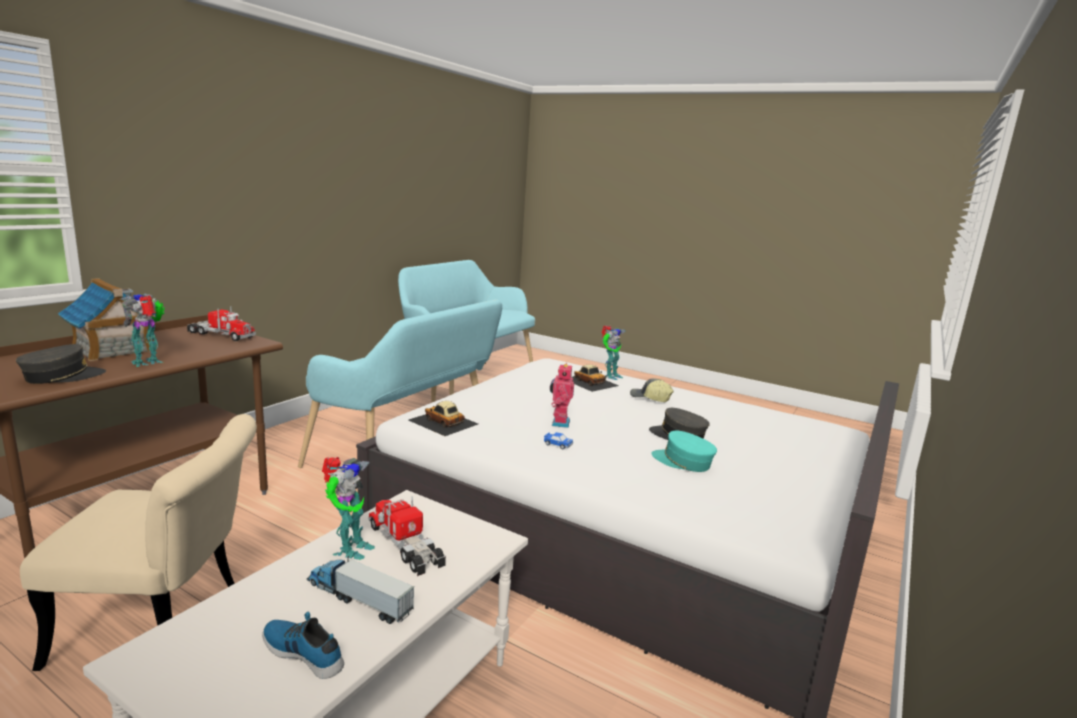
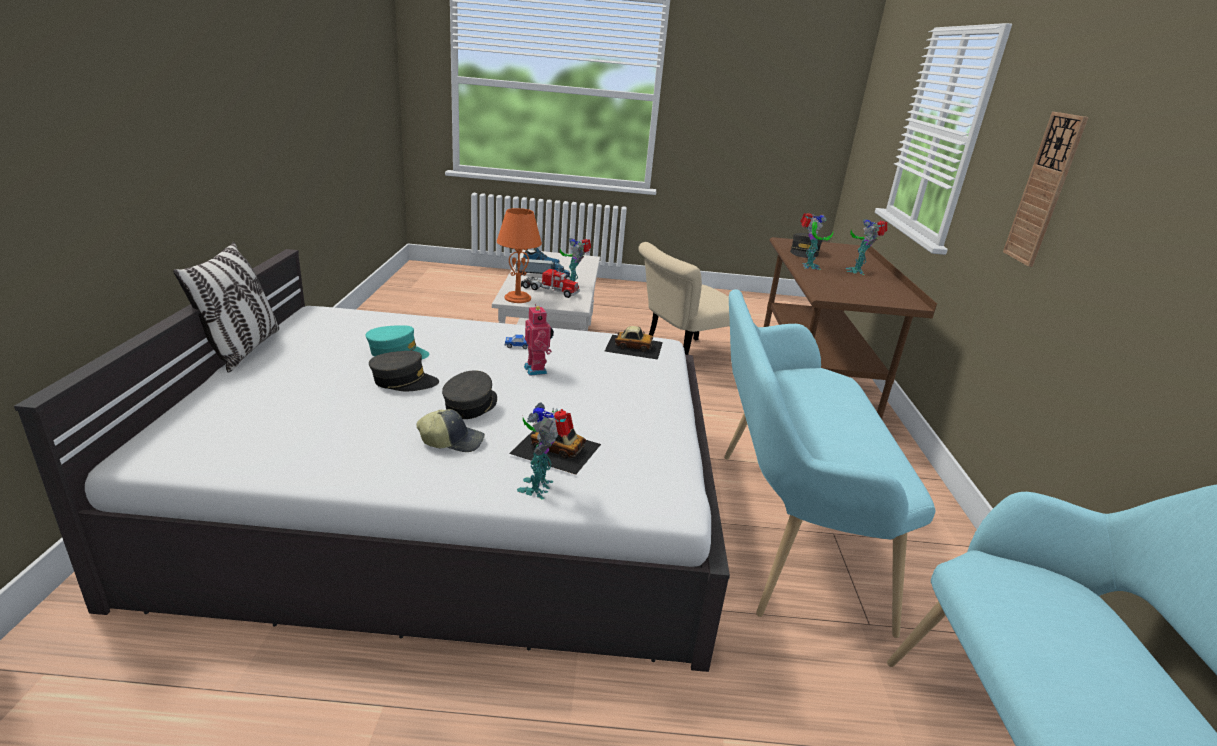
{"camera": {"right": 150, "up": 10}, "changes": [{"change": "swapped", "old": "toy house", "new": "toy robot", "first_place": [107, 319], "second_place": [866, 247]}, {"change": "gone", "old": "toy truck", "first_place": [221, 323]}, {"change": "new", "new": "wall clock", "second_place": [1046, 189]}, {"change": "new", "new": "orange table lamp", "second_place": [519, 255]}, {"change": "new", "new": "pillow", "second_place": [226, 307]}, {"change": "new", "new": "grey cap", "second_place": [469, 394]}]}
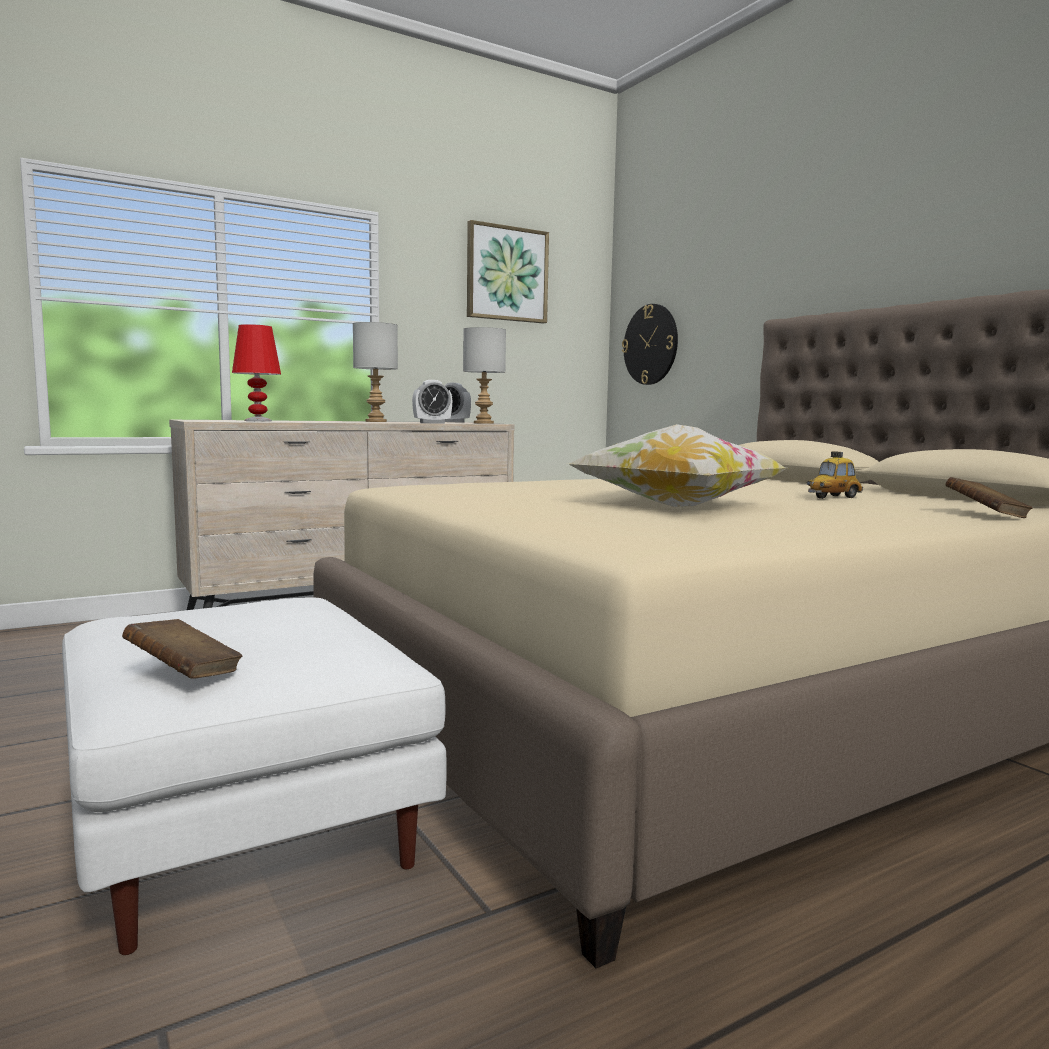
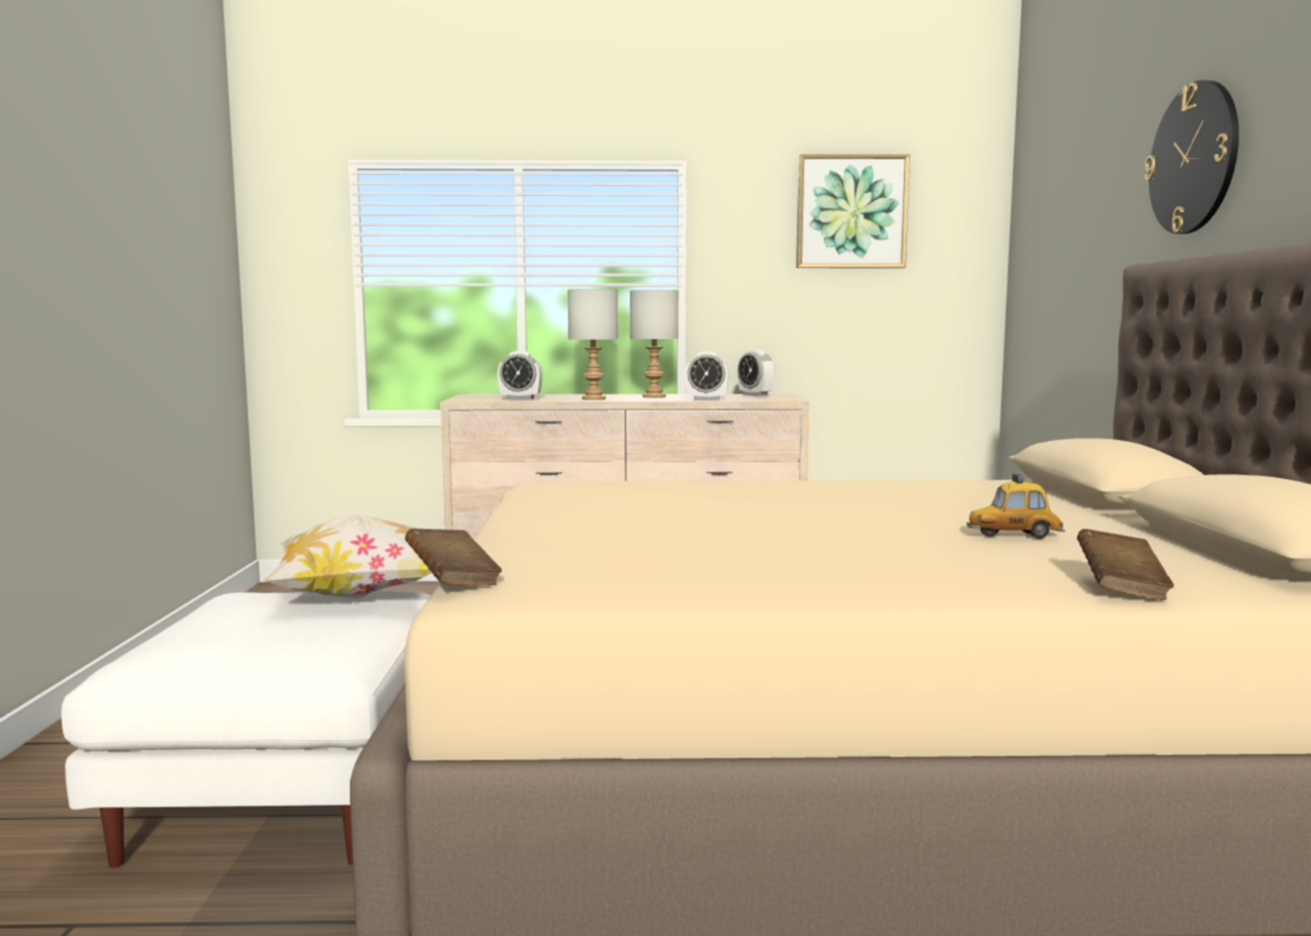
{"camera": {"right": 30, "up": 0}, "changes": [{"change": "shifted", "old": "wall clock", "first_place": [650, 344], "second_place": [1192, 157]}, {"change": "swapped", "old": "red table lamp", "new": "alarm clock", "first_place": [256, 372], "second_place": [519, 375]}, {"change": "shifted", "old": "grey table lamp", "first_place": [484, 375], "second_place": [593, 344]}, {"change": "shifted", "old": "pillow", "first_place": [678, 465], "second_place": [347, 556]}, {"change": "shifted", "old": "brown book", "first_place": [182, 649], "second_place": [453, 557]}]}
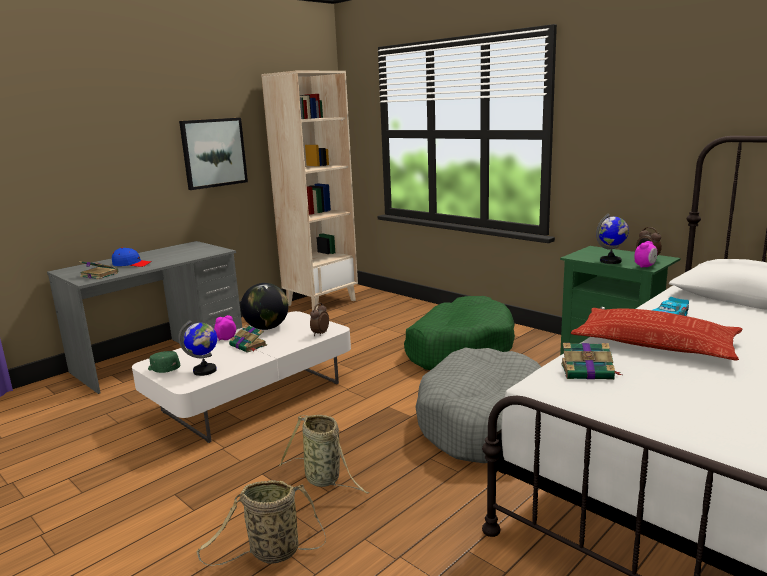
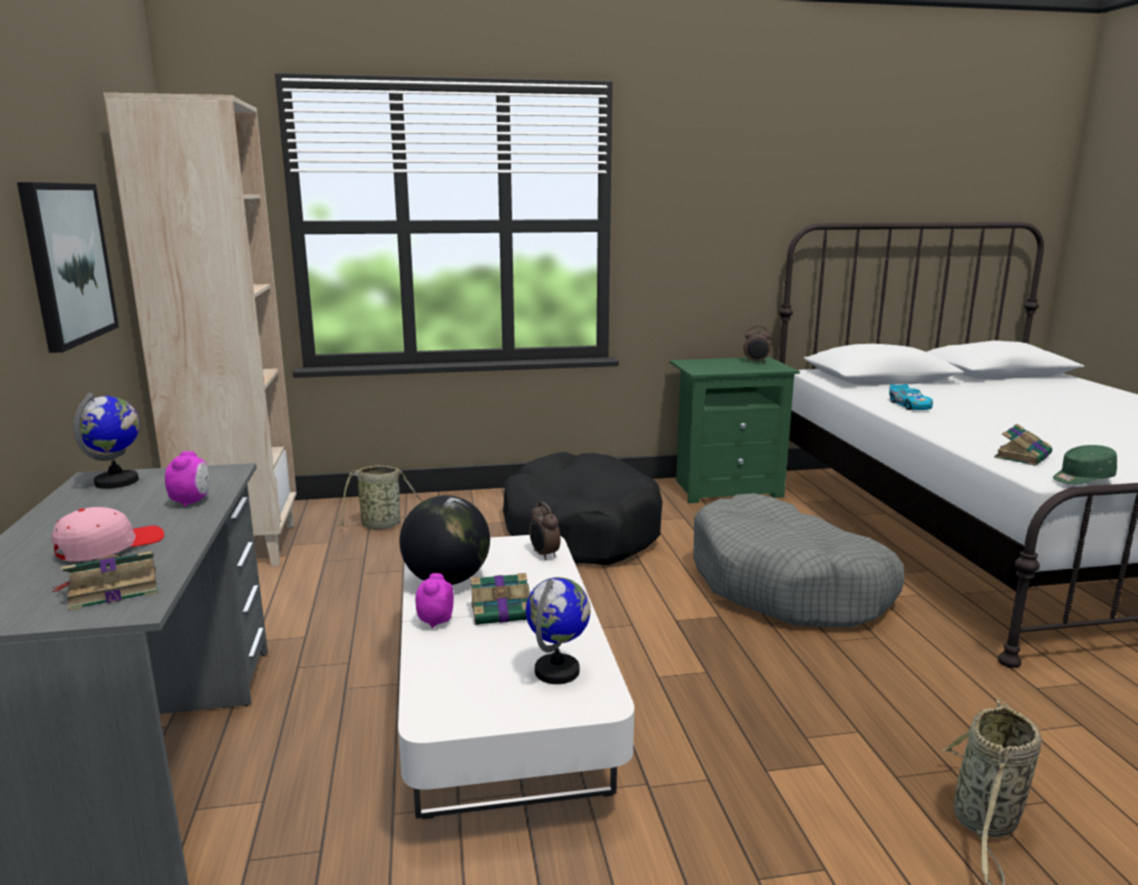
{"camera": {"right": -55, "up": 0}, "changes": [{"change": "shifted", "old": "globe", "first_place": [612, 239], "second_place": [106, 440]}, {"change": "shifted", "old": "alarm clock", "first_place": [645, 254], "second_place": [187, 479]}, {"change": "repainted", "old": "blue cap", "new": "pink cap", "first_place": [132, 257], "second_place": [108, 534]}, {"change": "repainted", "old": "green dog bed", "new": "black dog bed", "first_place": [459, 333], "second_place": [583, 508]}, {"change": "gone", "old": "pillow", "first_place": [656, 334]}, {"change": "shifted", "old": "green cap", "first_place": [164, 362], "second_place": [1085, 464]}, {"change": "shifted", "old": "basket", "first_place": [324, 454], "second_place": [380, 497]}]}
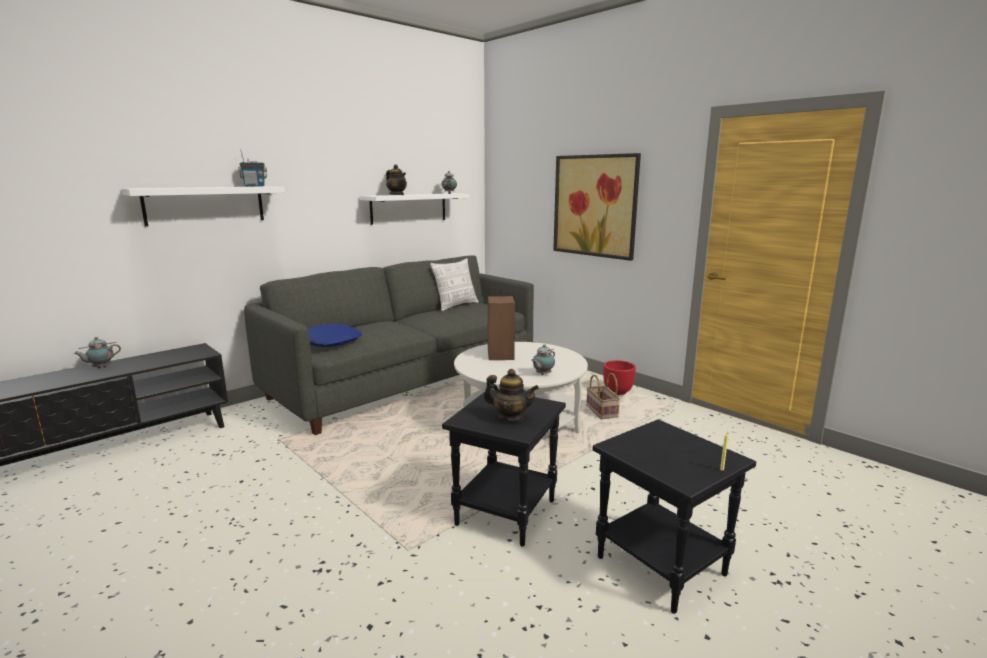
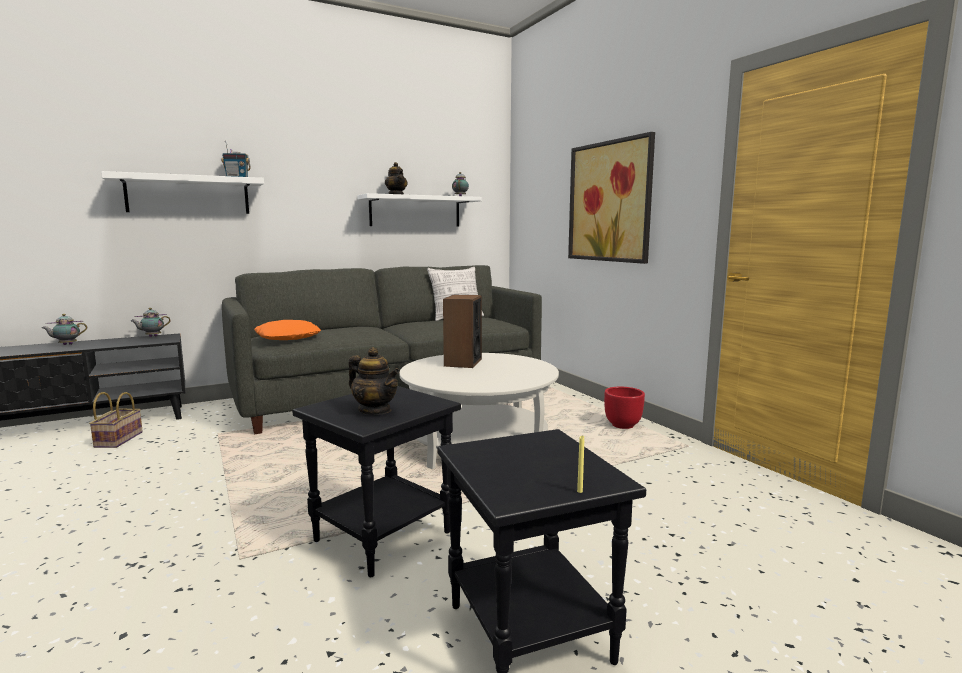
{"camera": {"right": 15, "up": -5}, "changes": [{"change": "repainted", "old": "blue pillow", "new": "orange pillow", "first_place": [335, 335], "second_place": [287, 330]}, {"change": "shifted", "old": "teapot", "first_place": [543, 359], "second_place": [151, 322]}, {"change": "shifted", "old": "basket", "first_place": [603, 396], "second_place": [116, 420]}]}
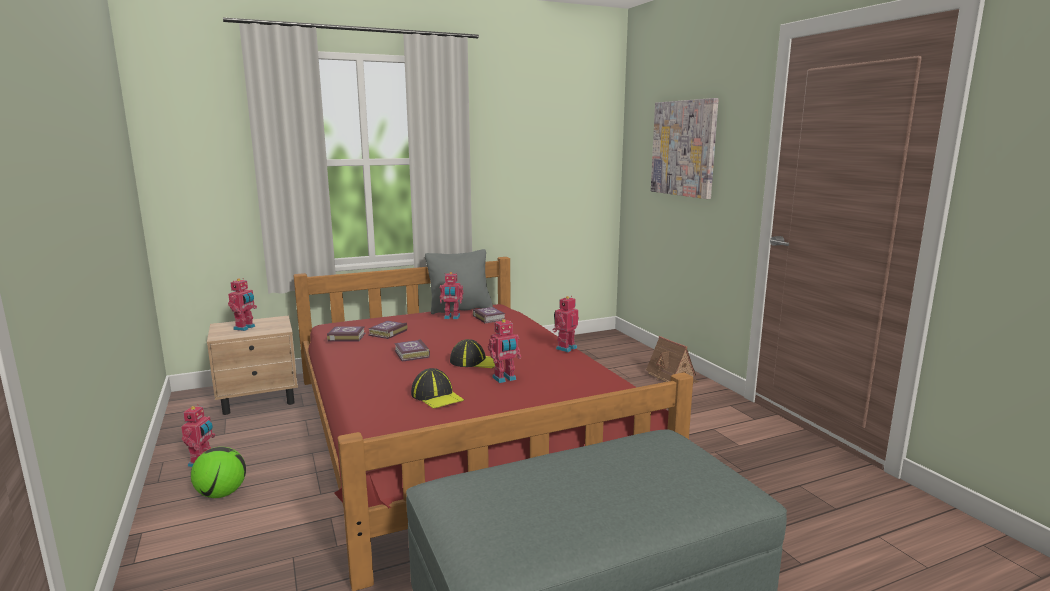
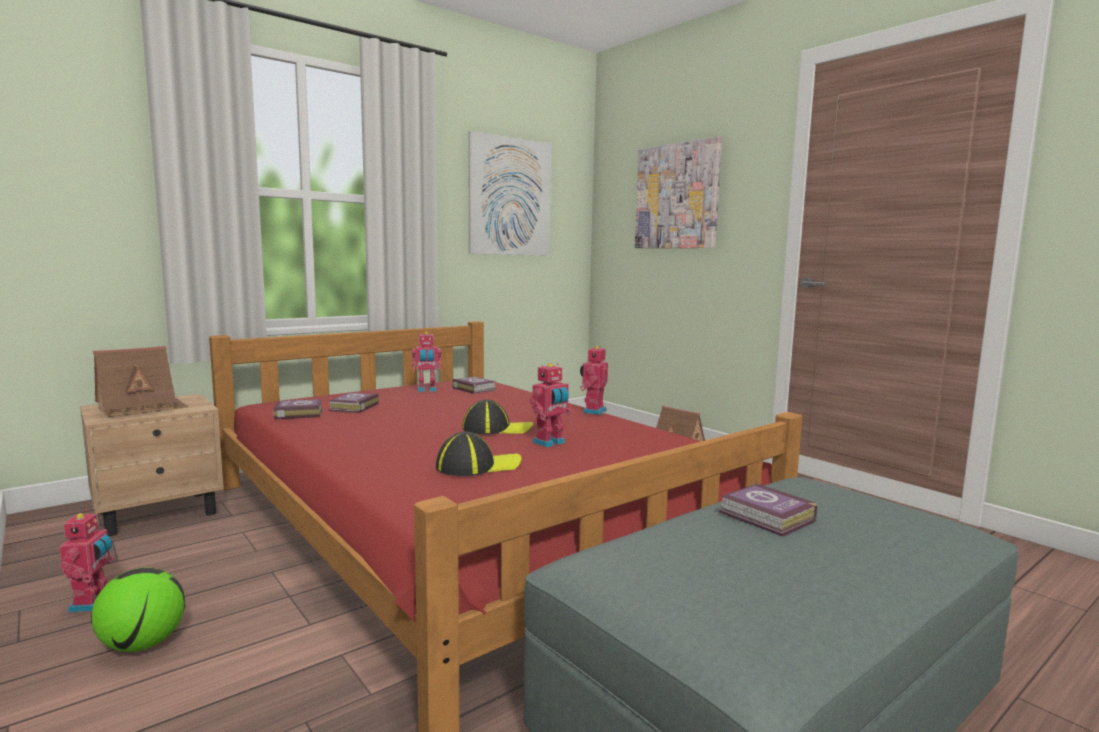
{"camera": {"right": -15, "up": -5}, "changes": [{"change": "gone", "old": "grey pillow", "first_place": [459, 281]}, {"change": "swapped", "old": "toy robot", "new": "toy house", "first_place": [242, 304], "second_place": [141, 381]}, {"change": "shifted", "old": "book", "first_place": [412, 350], "second_place": [768, 510]}, {"change": "rotated", "old": "cap", "first_place": [437, 388], "second_place": [479, 454], "degrees": -60}, {"change": "new", "new": "picture", "second_place": [510, 193]}]}
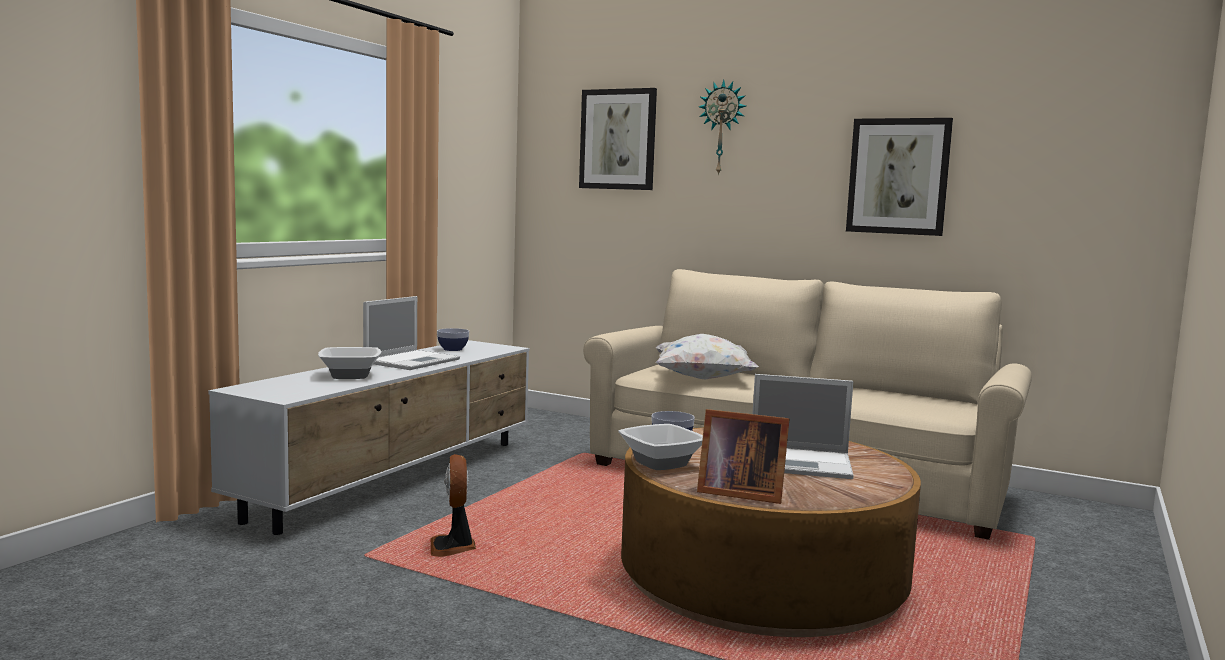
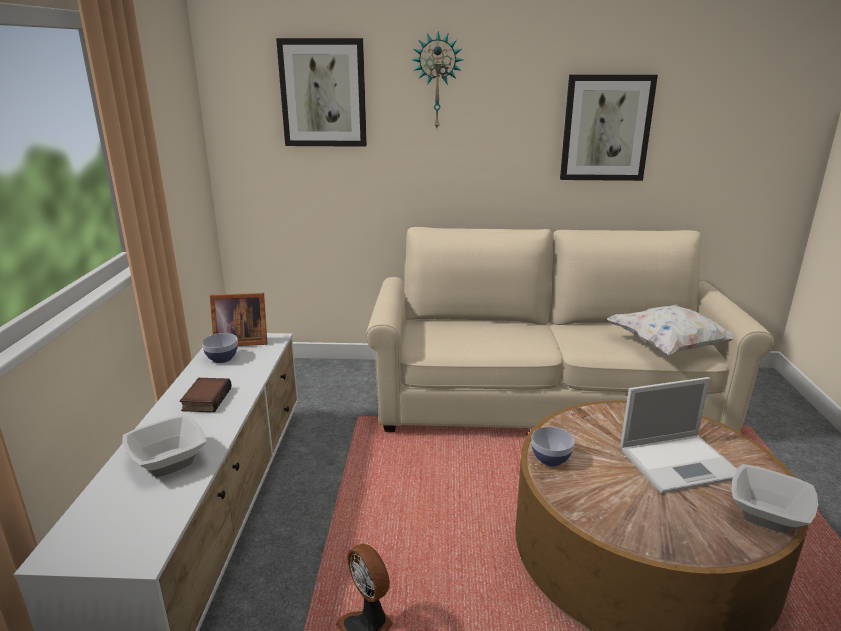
{"camera": {"right": -25, "up": 15}, "changes": [{"change": "swapped", "old": "laptop", "new": "book", "first_place": [411, 333], "second_place": [206, 395]}, {"change": "shifted", "old": "white pillow", "first_place": [707, 357], "second_place": [669, 330]}, {"change": "shifted", "old": "picture frame", "first_place": [743, 456], "second_place": [238, 319]}, {"change": "shifted", "old": "bowl", "first_place": [660, 447], "second_place": [774, 498]}]}
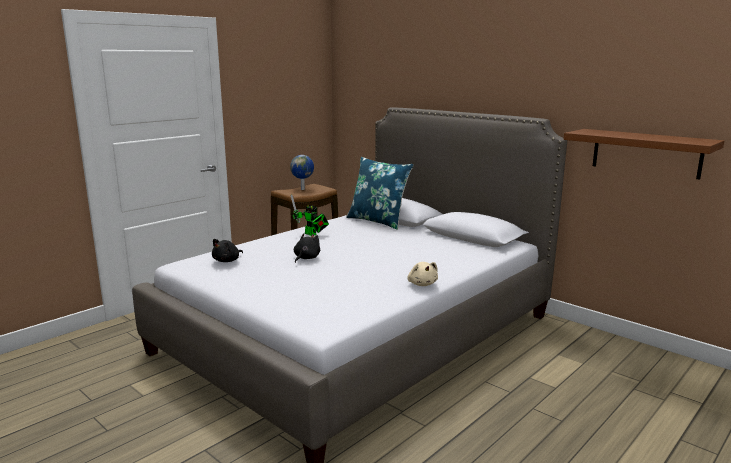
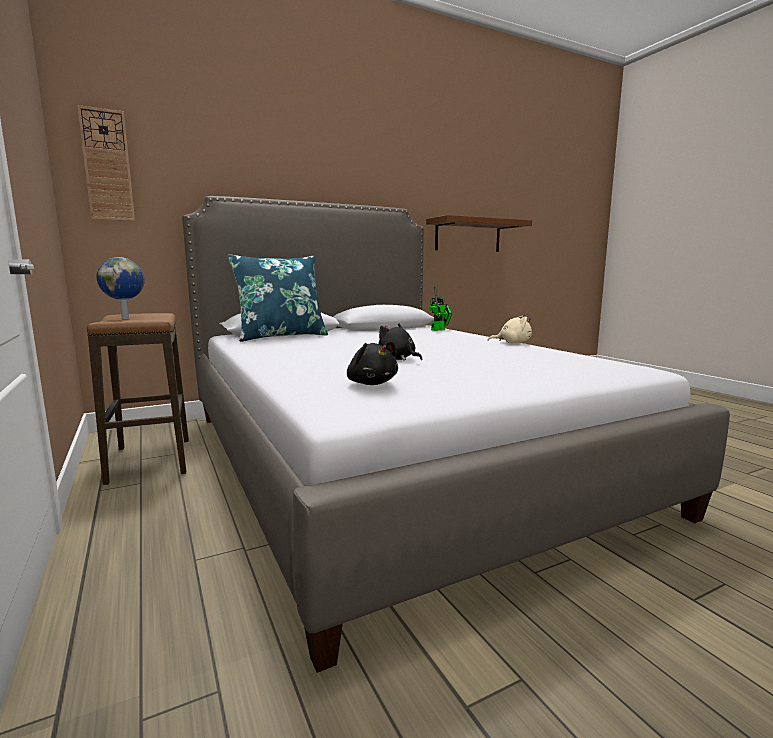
{"camera": {"right": -70, "up": -5}, "changes": [{"change": "shifted", "old": "toy robot", "first_place": [310, 215], "second_place": [440, 308]}, {"change": "new", "new": "wall clock", "second_place": [106, 163]}]}
